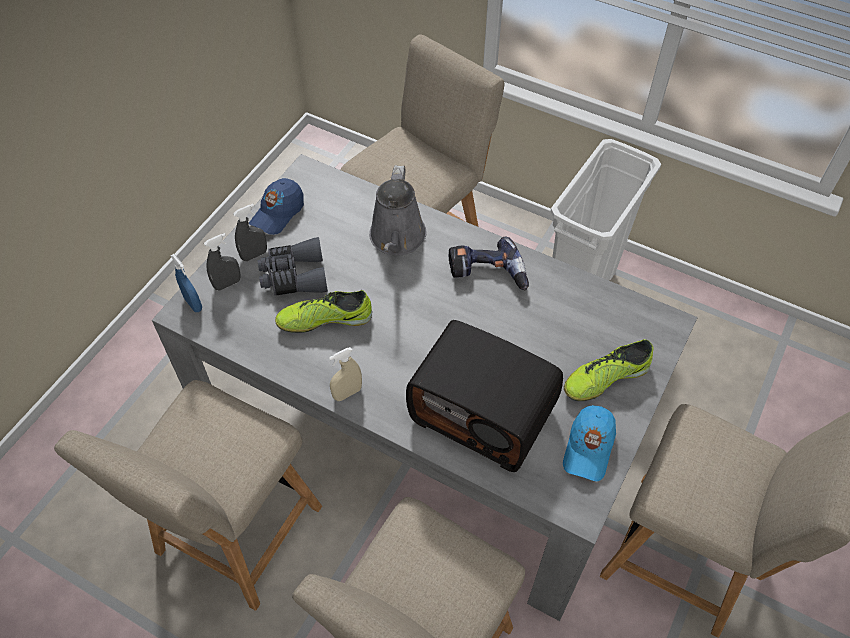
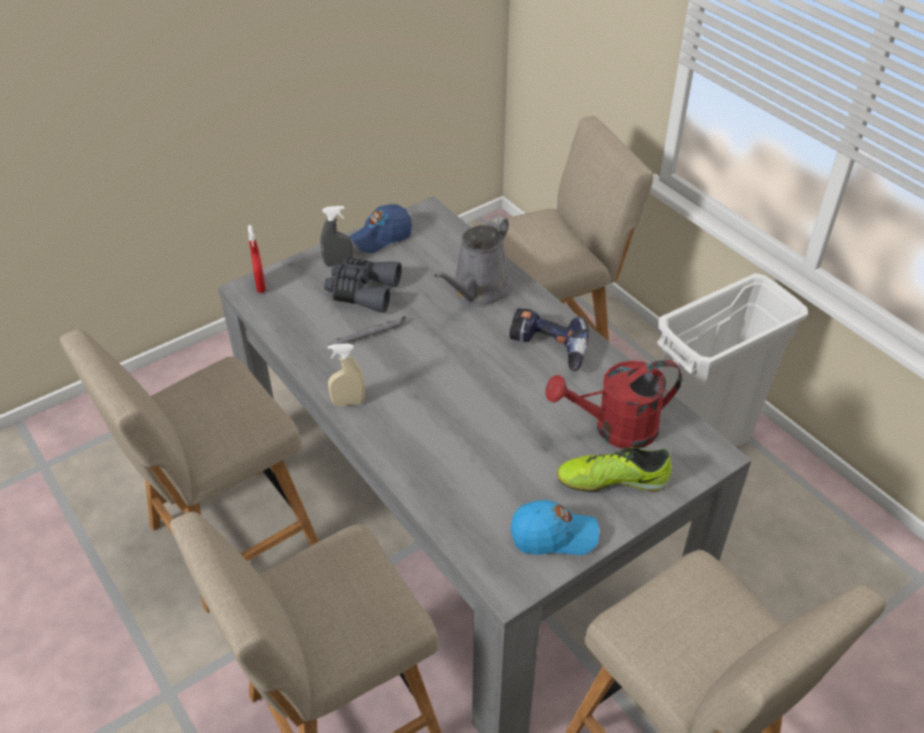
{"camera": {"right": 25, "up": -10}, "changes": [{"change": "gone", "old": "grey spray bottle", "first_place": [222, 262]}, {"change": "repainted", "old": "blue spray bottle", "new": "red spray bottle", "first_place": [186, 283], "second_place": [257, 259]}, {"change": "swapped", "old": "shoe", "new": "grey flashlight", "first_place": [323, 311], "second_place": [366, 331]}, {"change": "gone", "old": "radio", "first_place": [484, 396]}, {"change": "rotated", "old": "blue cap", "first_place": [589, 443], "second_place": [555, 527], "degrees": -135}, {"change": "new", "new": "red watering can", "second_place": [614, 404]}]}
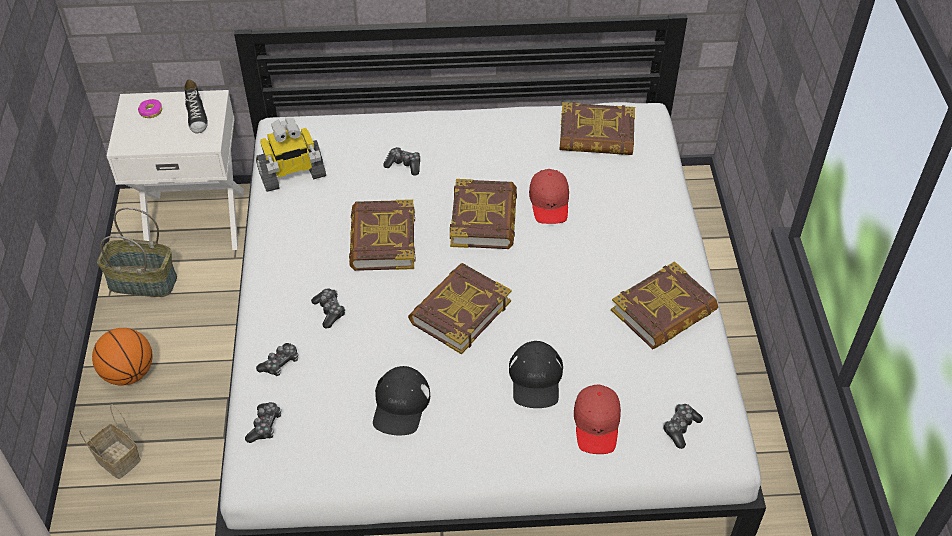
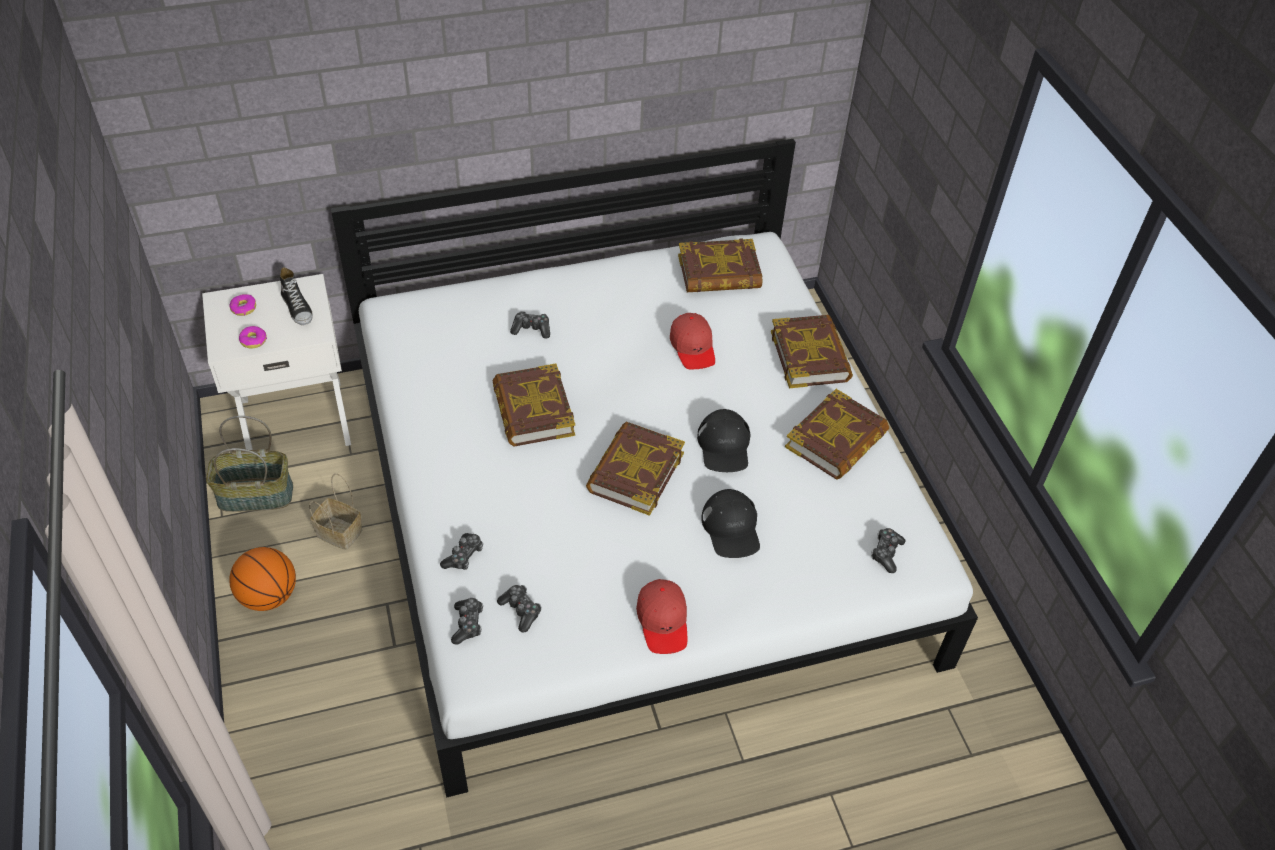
{"camera": {"right": -15, "up": 0}, "changes": [{"change": "gone", "old": "toy robot", "first_place": [291, 155]}, {"change": "shifted", "old": "book", "first_place": [483, 214], "second_place": [812, 351]}, {"change": "shifted", "old": "game controller", "first_place": [328, 308], "second_place": [519, 609]}, {"change": "shifted", "old": "black cap", "first_place": [401, 401], "second_place": [724, 440]}, {"change": "shifted", "old": "red cap", "first_place": [597, 419], "second_place": [661, 616]}, {"change": "shifted", "old": "basket", "first_place": [110, 441], "second_place": [335, 512]}, {"change": "new", "new": "donut", "second_place": [253, 337]}]}
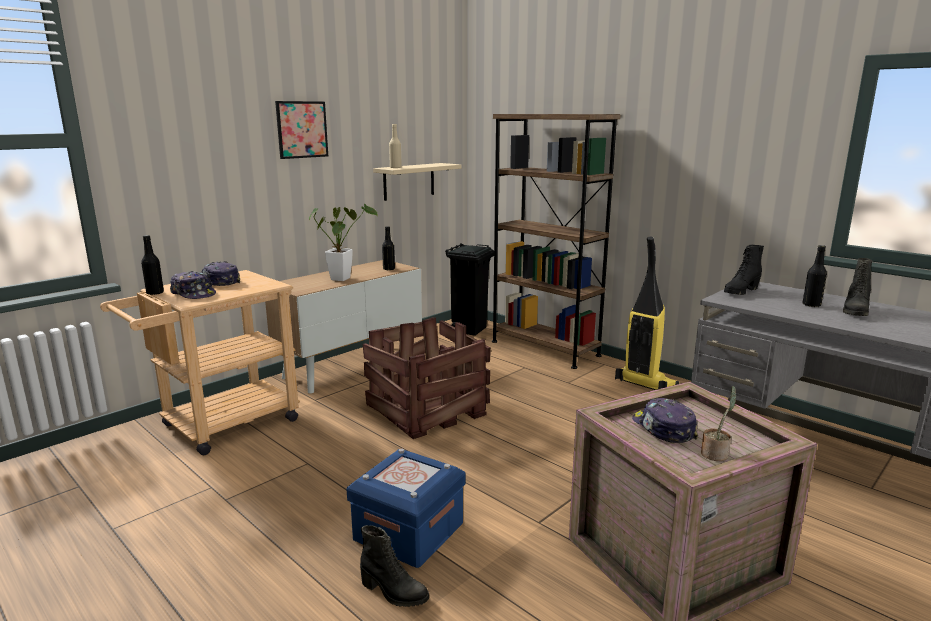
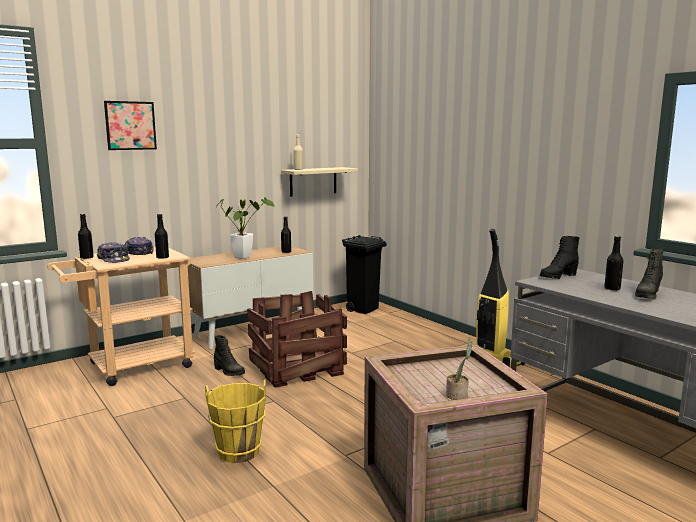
{"camera": {"right": 10, "up": -5}, "changes": [{"change": "shifted", "old": "picture", "first_place": [301, 130], "second_place": [130, 125]}, {"change": "gone", "old": "brown bookcase", "first_place": [556, 241]}, {"change": "gone", "old": "cap", "first_place": [665, 420]}, {"change": "swapped", "old": "blue storage box", "new": "yellow bucket", "first_place": [406, 508], "second_place": [235, 421]}, {"change": "shifted", "old": "black boot", "first_place": [394, 566], "second_place": [229, 355]}, {"change": "new", "new": "black bottle", "second_place": [162, 236]}]}
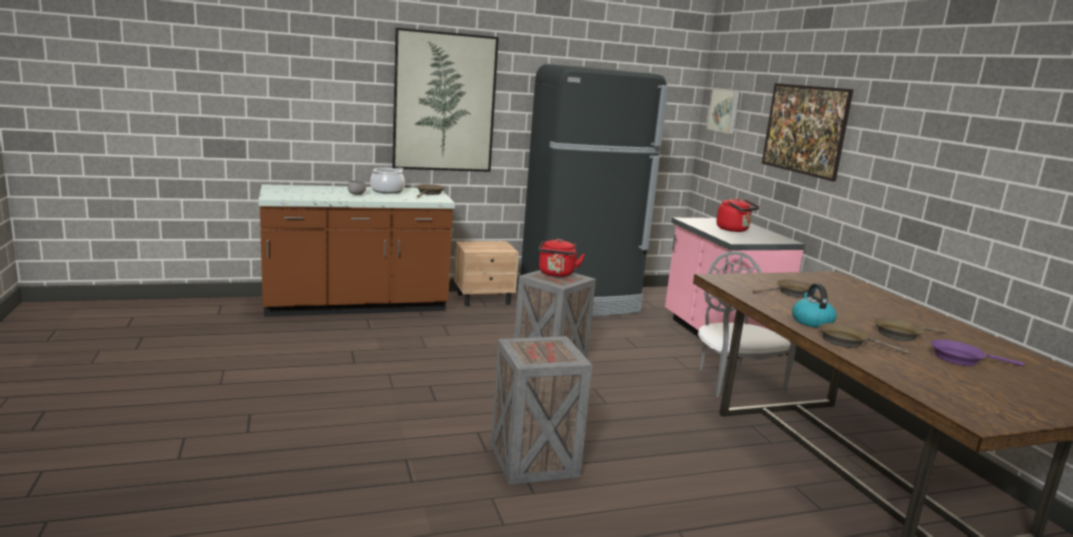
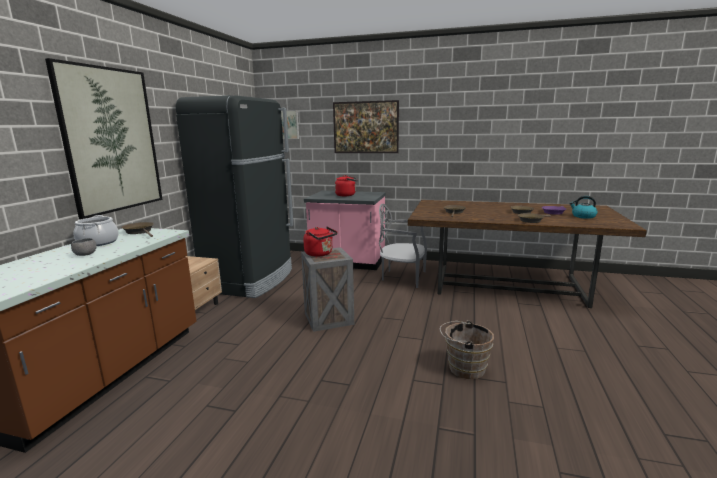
{"camera": {"right": -55, "up": 0}, "changes": [{"change": "shifted", "old": "kettle", "first_place": [814, 305], "second_place": [583, 207]}, {"change": "swapped", "old": "crate", "new": "brown bucket", "first_place": [541, 410], "second_place": [467, 350]}]}
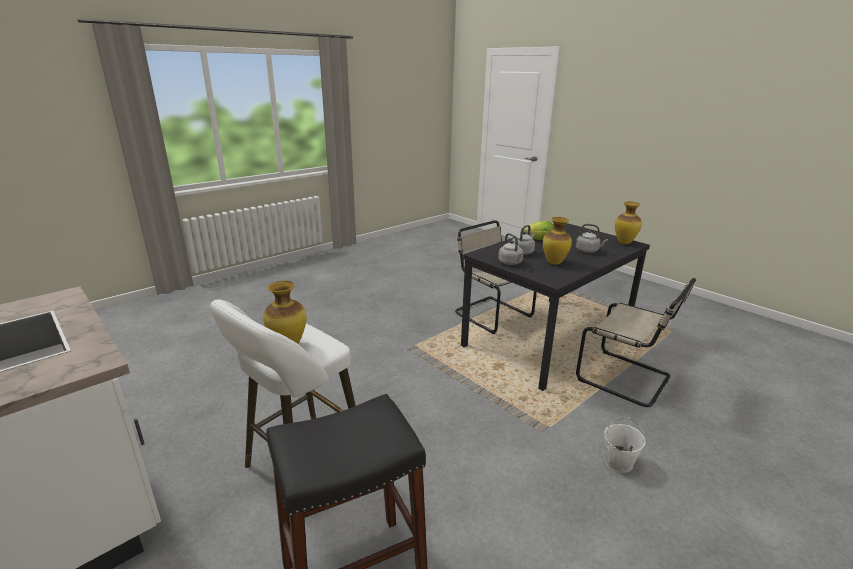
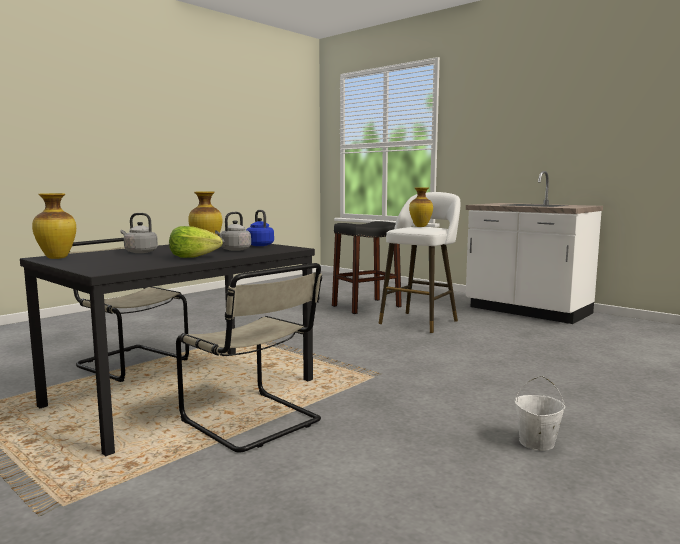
{"camera": {"right": 175, "up": -15}, "changes": [{"change": "repainted", "old": "grey kettle", "new": "blue kettle", "first_place": [511, 249], "second_place": [260, 228]}, {"change": "shifted", "old": "white bucket", "first_place": [625, 445], "second_place": [539, 413]}]}
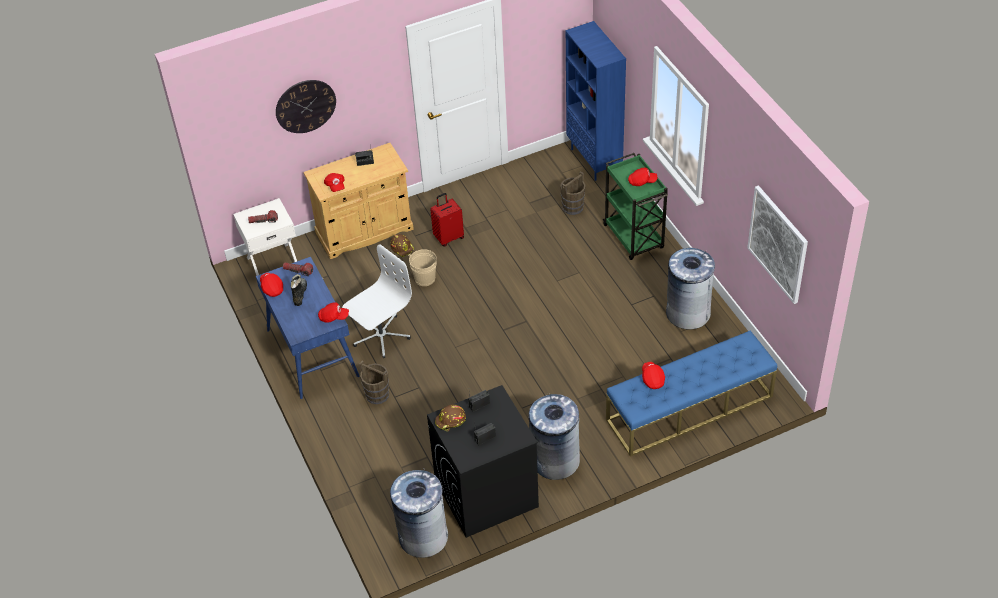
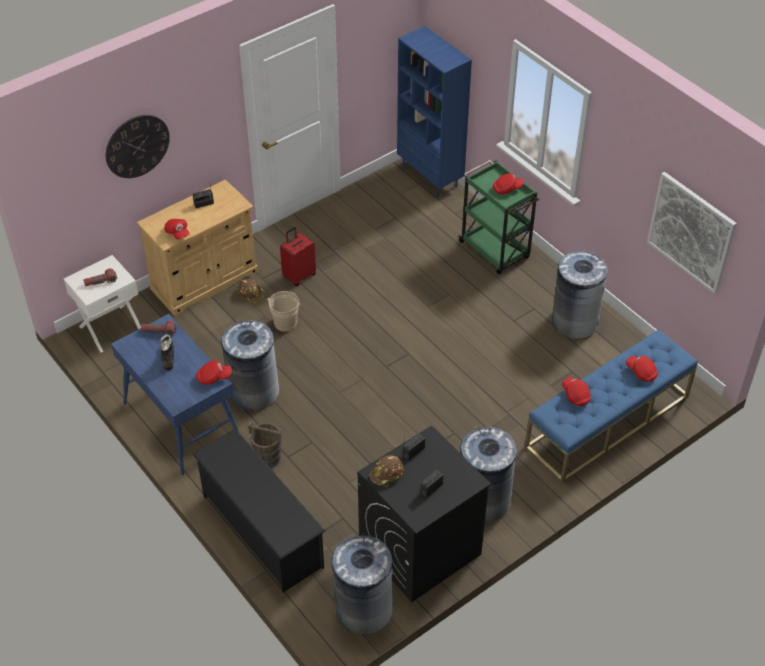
{"camera": {"right": -15, "up": 0}, "changes": [{"change": "gone", "old": "brown bucket", "first_place": [572, 193]}, {"change": "swapped", "old": "white office chair", "new": "grey trash can", "first_place": [377, 301], "second_place": [250, 365]}, {"change": "shifted", "old": "red cap", "first_place": [271, 285], "second_place": [642, 369]}, {"change": "new", "new": "black shoe rack", "second_place": [258, 511]}]}
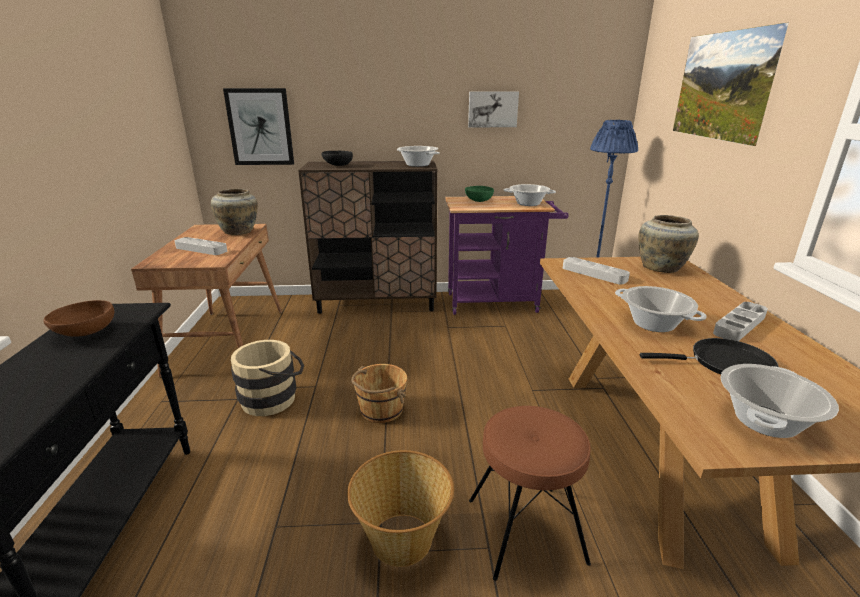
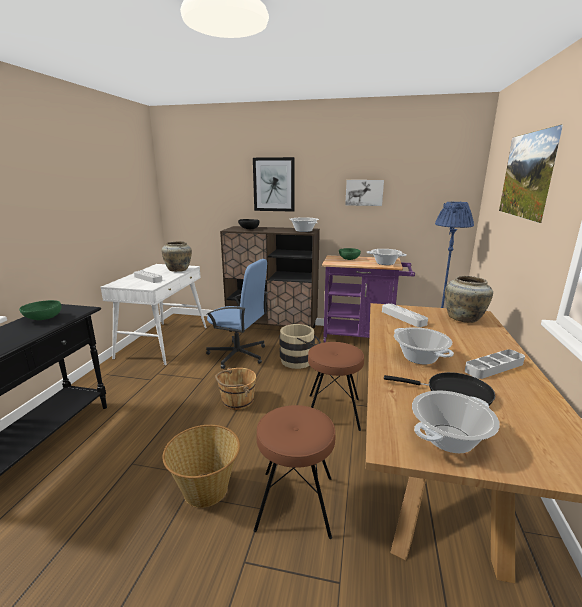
{"camera": {"right": 15, "up": -5}, "changes": [{"change": "shifted", "old": "picture", "first_place": [258, 126], "second_place": [274, 184]}, {"change": "repainted", "old": "brown desk", "new": "white desk", "first_place": [206, 300], "second_place": [154, 314]}, {"change": "repainted", "old": "brown bowl", "new": "green bowl", "first_place": [78, 318], "second_place": [40, 310]}, {"change": "shifted", "old": "beige bucket", "first_place": [267, 378], "second_place": [300, 346]}, {"change": "new", "new": "blue office chair", "second_place": [237, 314]}, {"change": "new", "new": "brown stool", "second_place": [336, 386]}]}
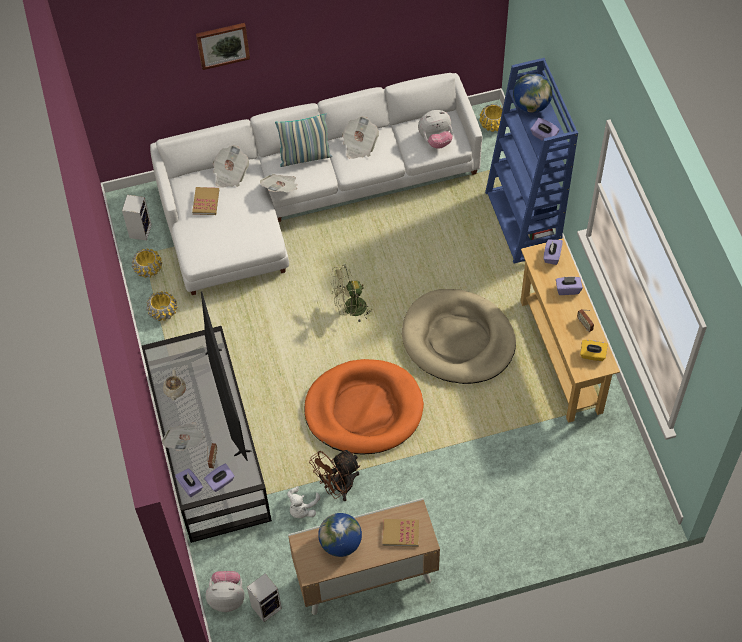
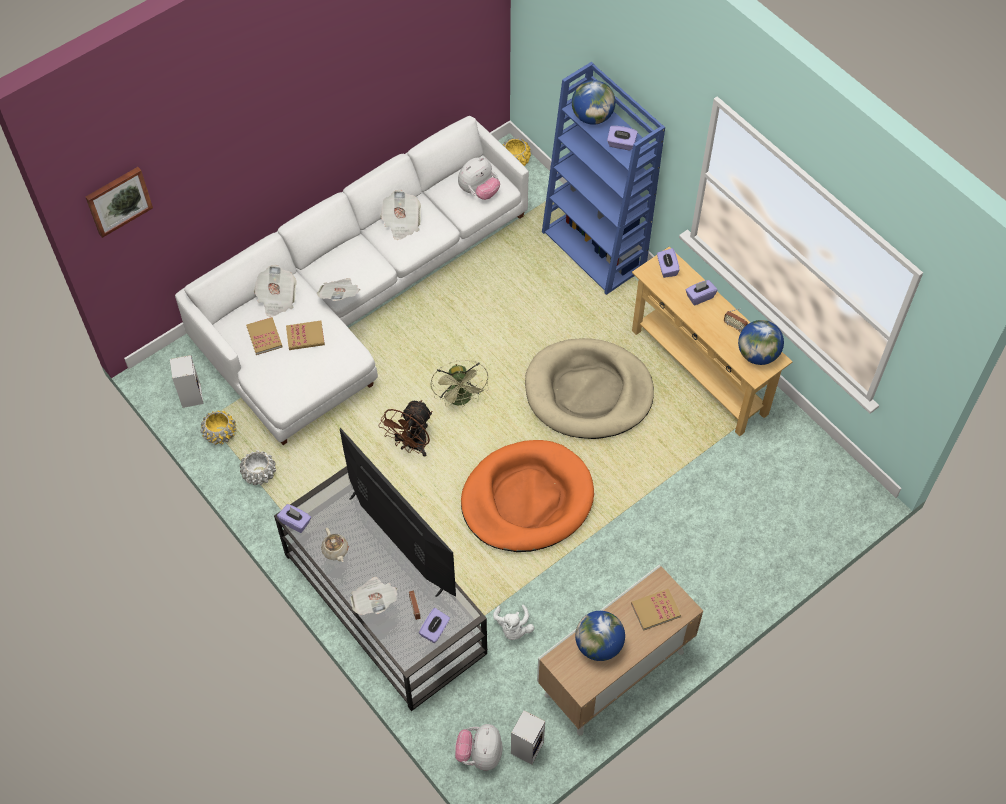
{"camera": {"right": -25, "up": 0}, "changes": [{"change": "shifted", "old": "picture", "first_place": [223, 46], "second_place": [119, 202]}, {"change": "gone", "old": "pillow", "first_place": [303, 140]}, {"change": "rotated", "old": "green fan", "first_place": [351, 293], "second_place": [459, 383], "degrees": -60}, {"change": "repainted", "old": "yellow planter", "new": "white planter", "first_place": [161, 306], "second_place": [258, 468]}, {"change": "swapped", "old": "yellow tissue box", "new": "globe", "first_place": [594, 350], "second_place": [761, 342]}, {"change": "shifted", "old": "brown fan", "first_place": [335, 475], "second_place": [405, 428]}, {"change": "shifted", "old": "purple tissue box", "first_place": [189, 482], "second_place": [294, 518]}, {"change": "rotated", "old": "plush toy", "first_place": [225, 591], "second_place": [479, 747], "degrees": -60}, {"change": "new", "new": "book", "second_place": [305, 335]}]}
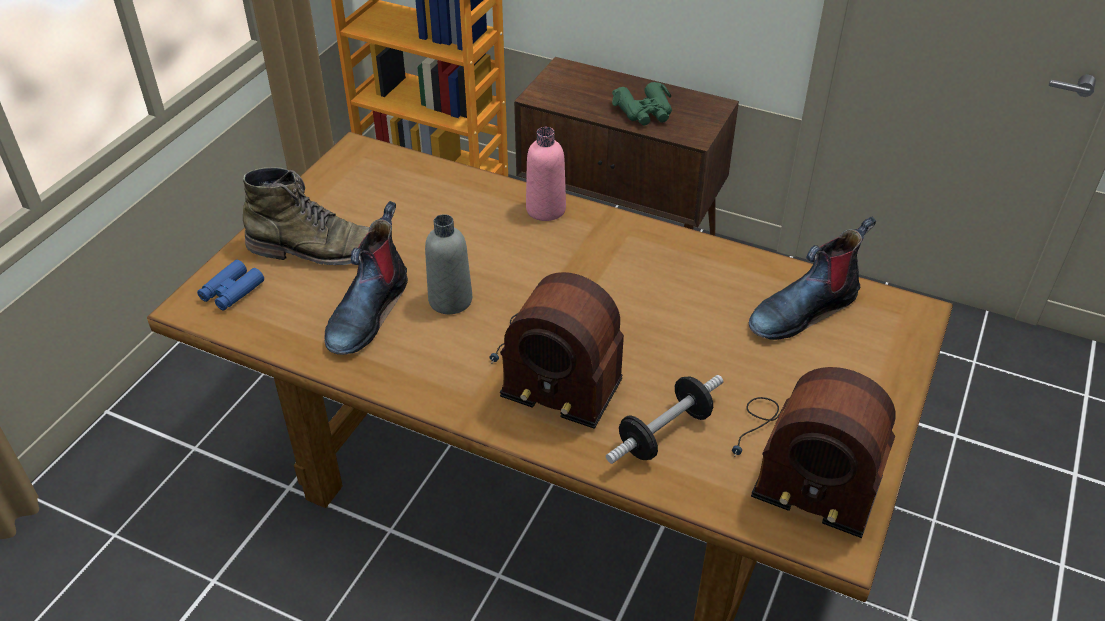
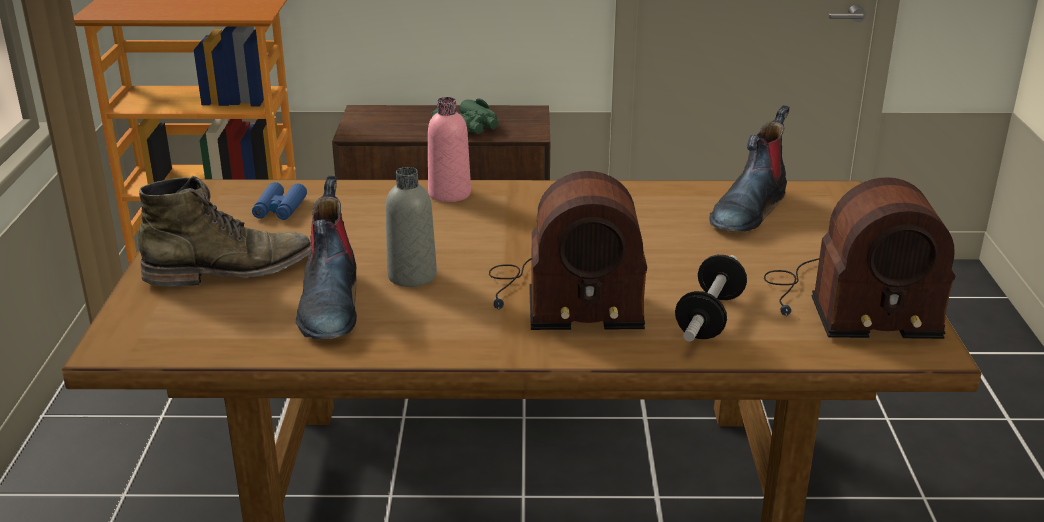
{"camera": {"right": -25, "up": -15}, "changes": [{"change": "shifted", "old": "blue binoculars", "first_place": [230, 285], "second_place": [279, 201]}]}
